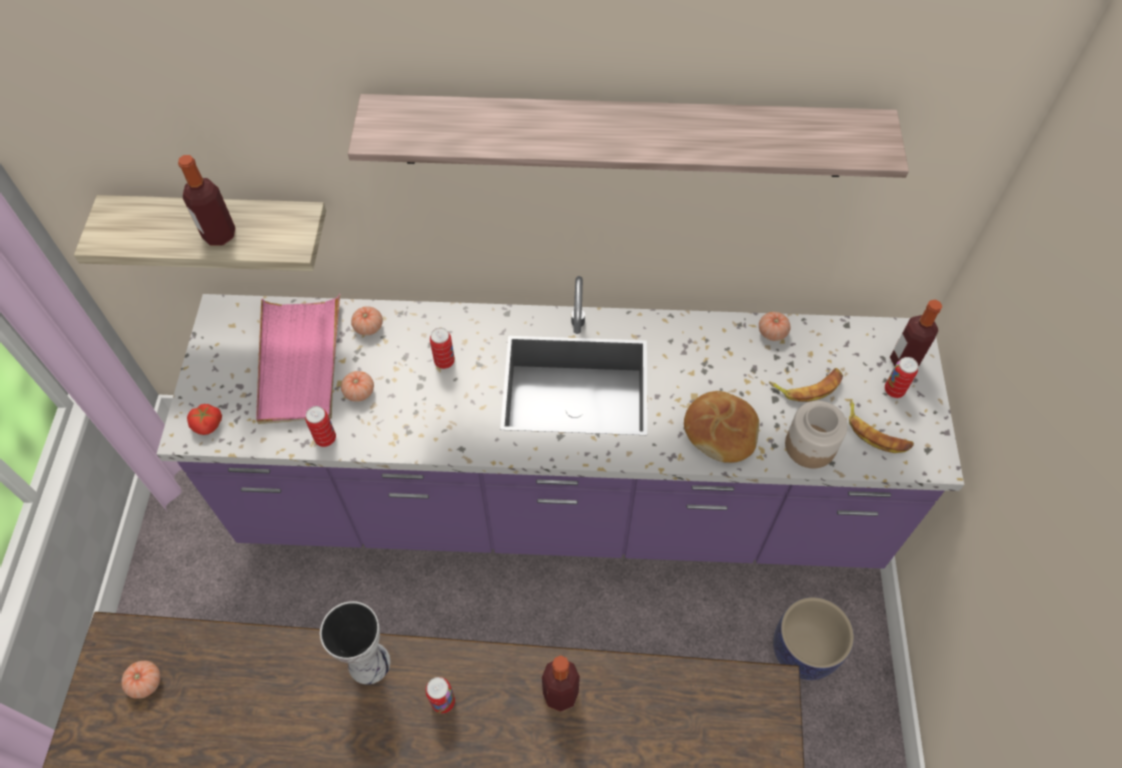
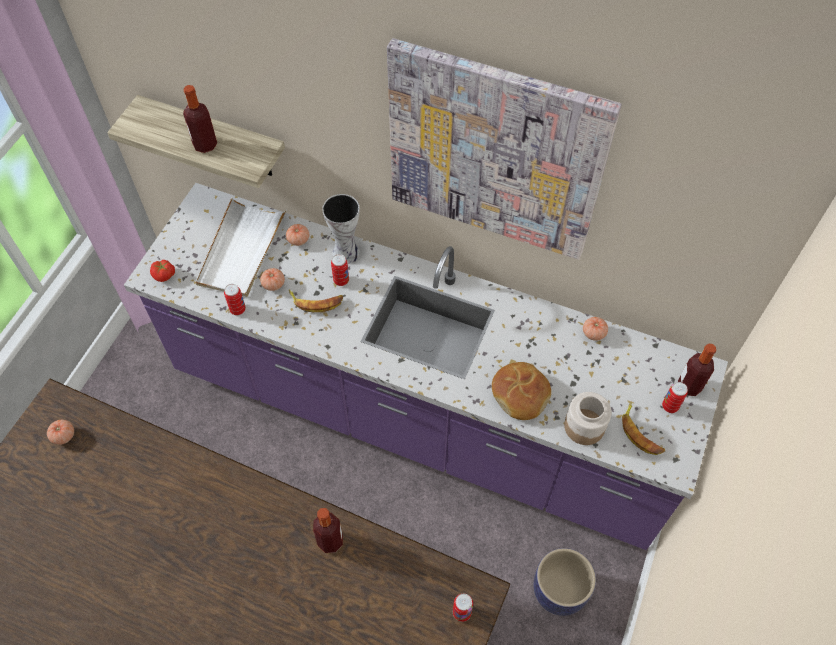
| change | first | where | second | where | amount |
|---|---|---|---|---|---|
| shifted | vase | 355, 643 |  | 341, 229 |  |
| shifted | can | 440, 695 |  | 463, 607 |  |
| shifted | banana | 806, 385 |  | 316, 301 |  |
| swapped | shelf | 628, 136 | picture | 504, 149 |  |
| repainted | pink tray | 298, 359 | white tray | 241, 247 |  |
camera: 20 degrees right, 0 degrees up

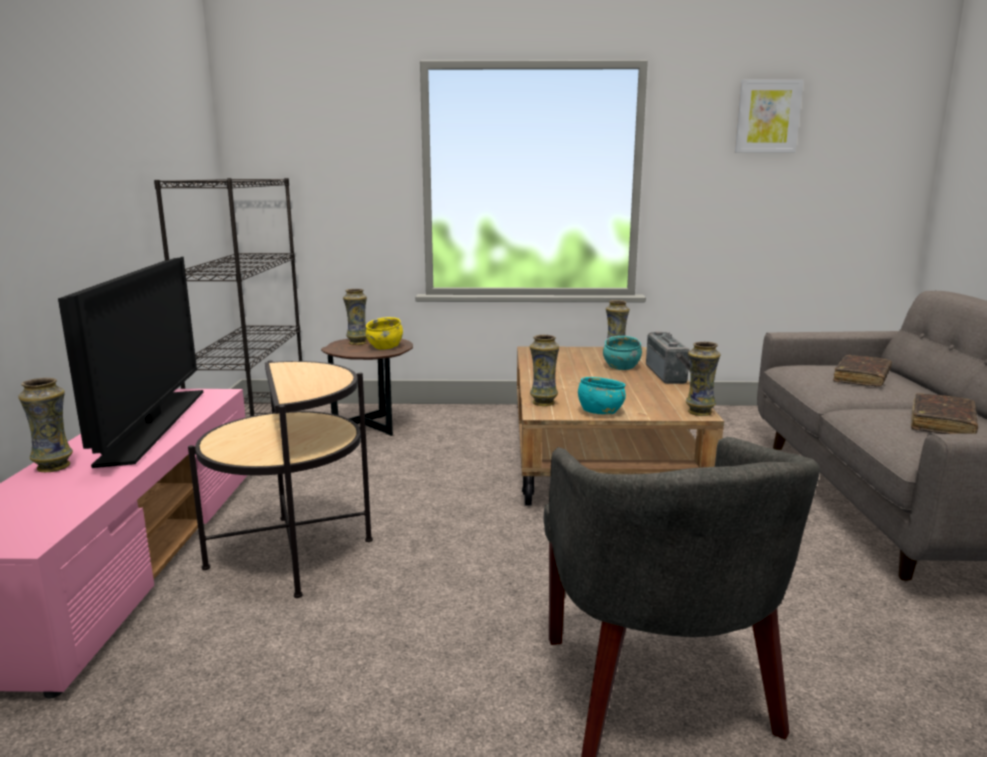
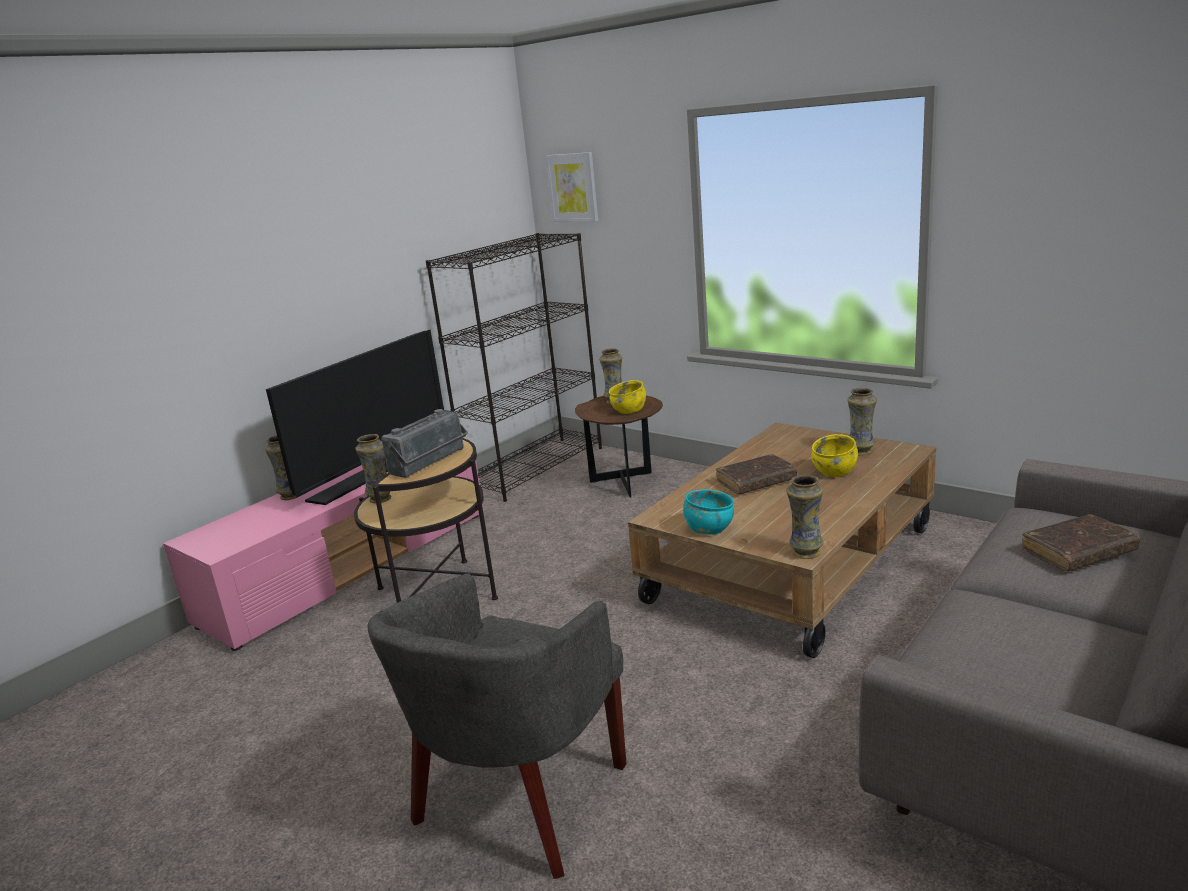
| change | first | where | second | where | amount |
|---|---|---|---|---|---|
| shifted | vase | 544, 370 |  | 373, 468 |  |
| shifted | radio | 668, 357 |  | 424, 443 |  |
| shifted | picture | 769, 116 |  | 571, 187 |  |
| shifted | brown book | 944, 413 |  | 756, 474 |  |
| repainted | turquoise bowl | 622, 353 | yellow bowl | 834, 455 |  |
camera: 40 degrees right, 5 degrees up

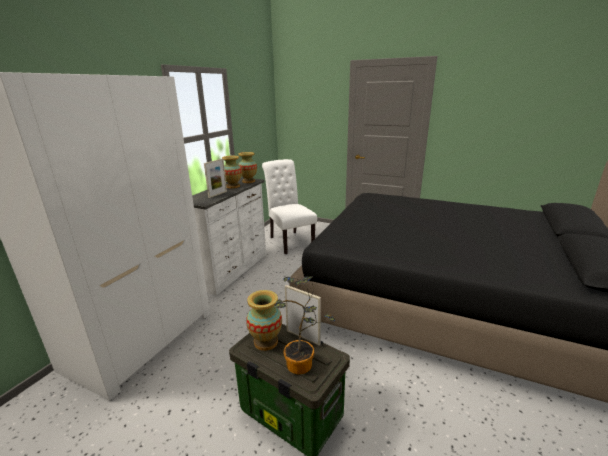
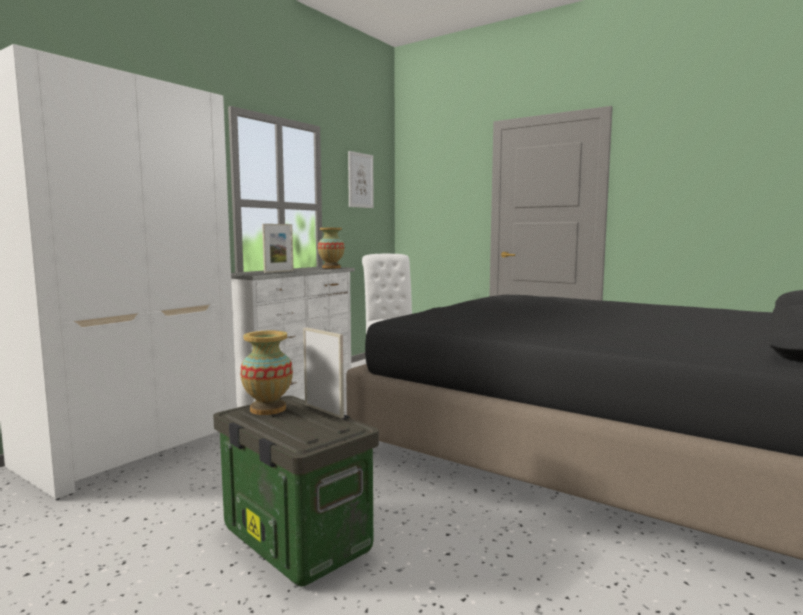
| change | first | where | second | where | amount |
|---|---|---|---|---|---|
| gone | vase | 232, 172 |  |  |  |
| gone | potted plant | 304, 325 |  |  |  |
| new |  |  | picture | 361, 179 |  |
camera: 10 degrees right, 15 degrees down

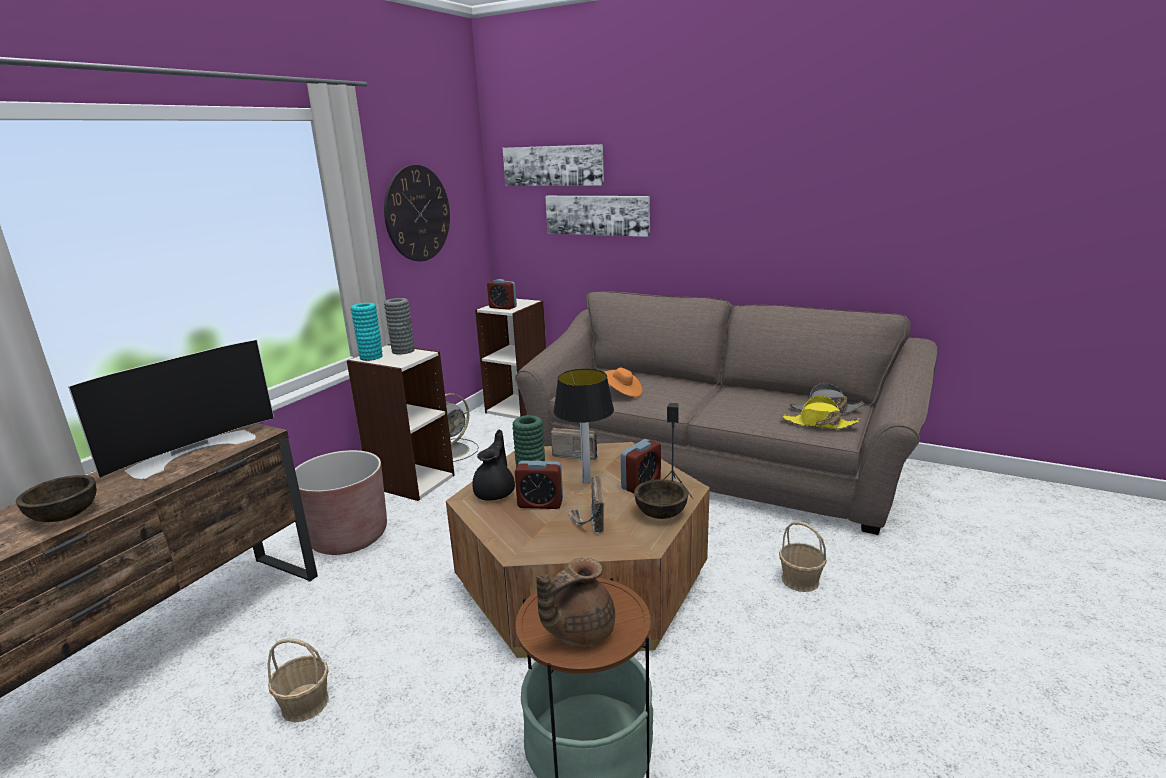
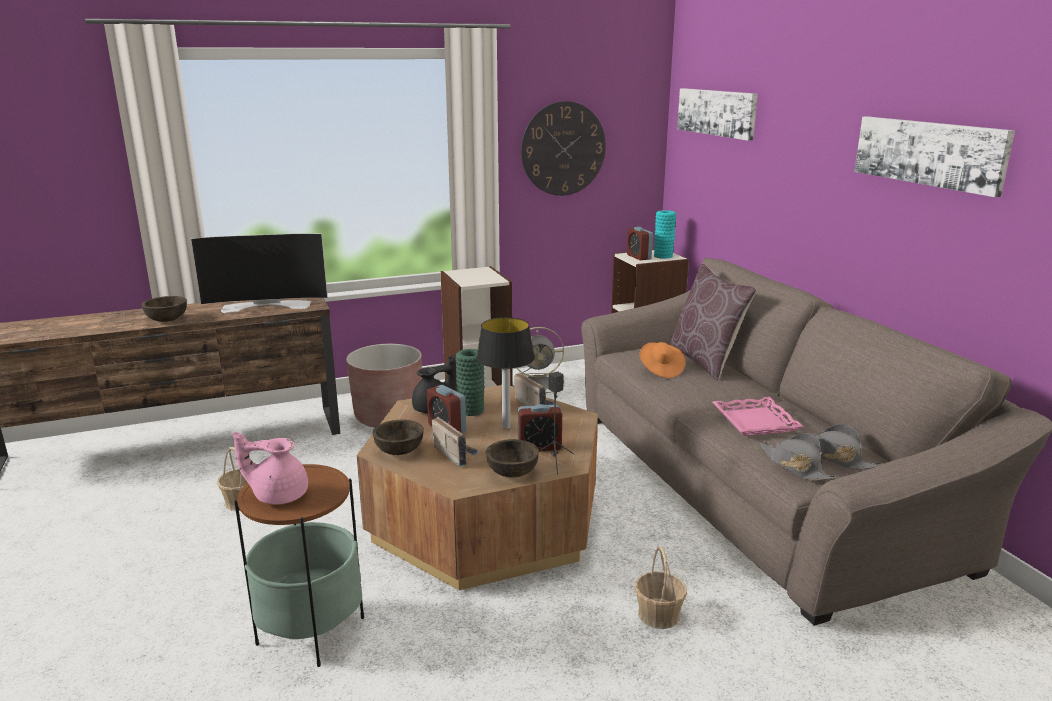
| change | first | where | second | where | amount |
|---|---|---|---|---|---|
| gone | grey vase | 399, 326 |  |  |  |
| new |  |  | brown bowl | 398, 437 |  |
| new |  |  | brown pillow | 712, 322 |  |
| new |  |  | pink tray | 758, 416 |  |
| shifted | turquoise vase | 367, 332 |  | 665, 234 |  |
| shifted | picture | 597, 216 |  | 934, 157 |  |
| repainted | brown teapot | 575, 602 | pink teapot | 270, 467 |  |
| repainted | yellow hat | 821, 412 | grey hat | 799, 456 |  |
| rotated | radio | 586, 505 |  | 456, 442 | 105 degrees clockwise |
camera: 40 degrees right, 0 degrees up

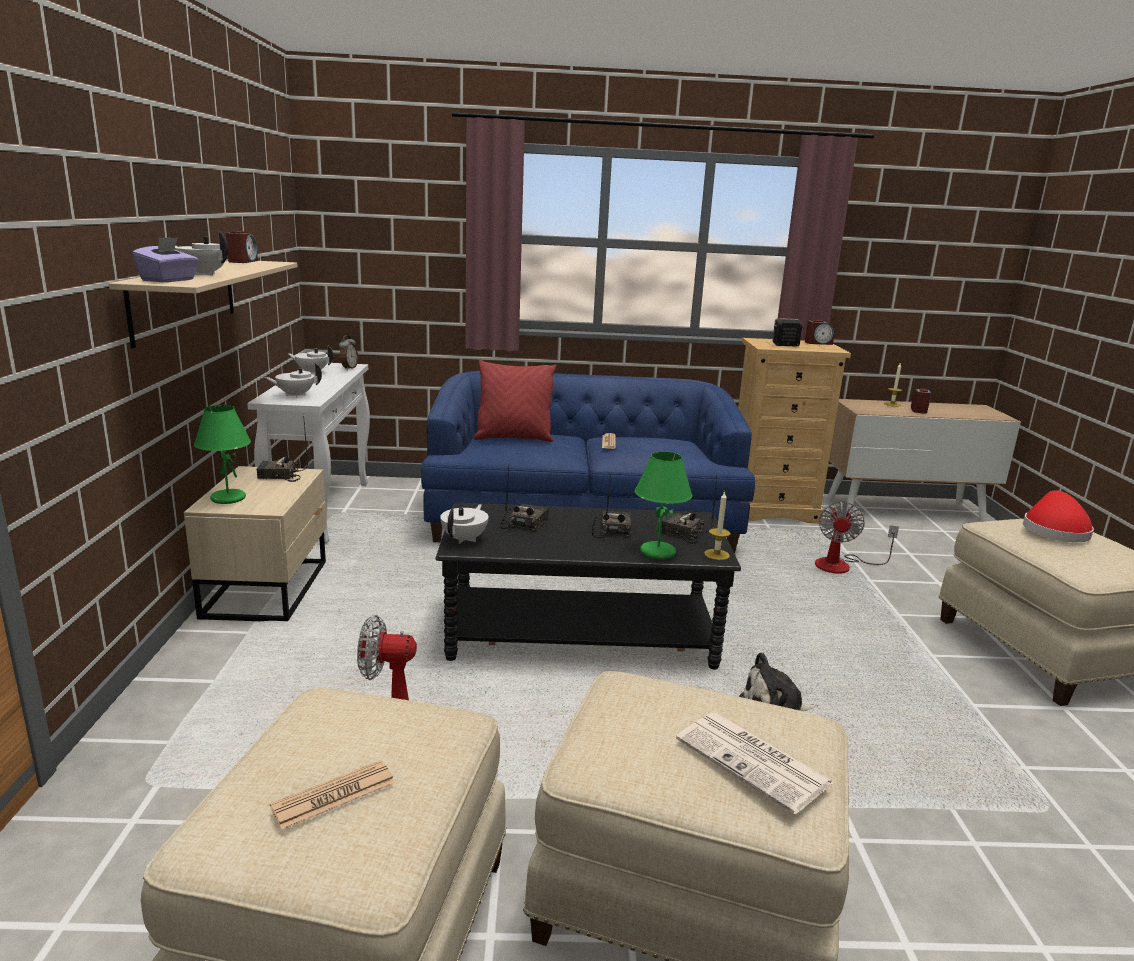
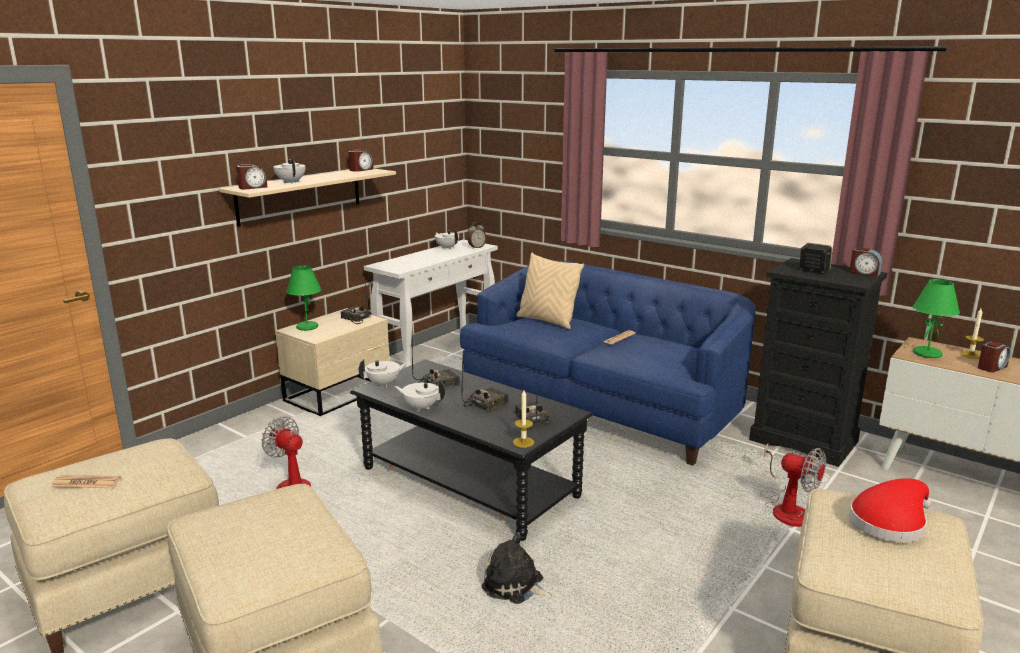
| change | first | where | second | where | amount |
|---|---|---|---|---|---|
| gone | newspaper | 755, 763 |  |  |  |
| shifted | white teapot | 293, 380 |  | 419, 395 |  |
| shifted | green table lamp | 663, 505 |  | 936, 318 |  |
| swapped | purple tissue box | 165, 260 | alarm clock | 251, 177 |  |
| repainted | red pillow | 514, 401 | beige pillow | 550, 291 |  |
| repainted | beige dresser | 794, 430 | black dresser | 818, 362 |  |
| rotated | fan | 857, 538 |  | 794, 485 | 105 degrees counterclockwise |
camera: 40 degrees right, 0 degrees up

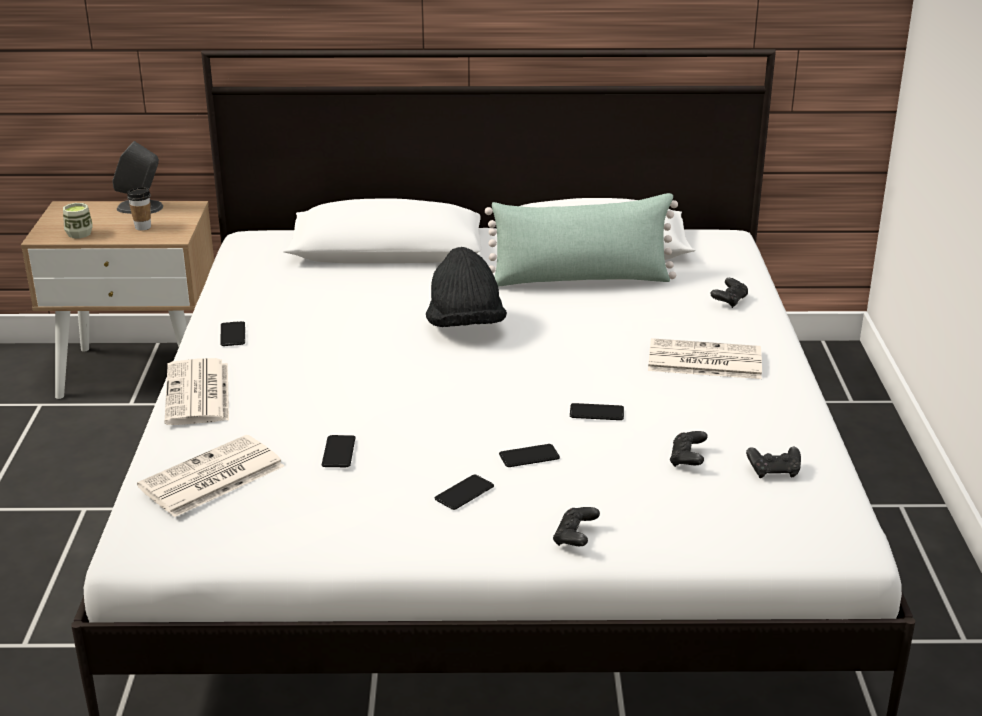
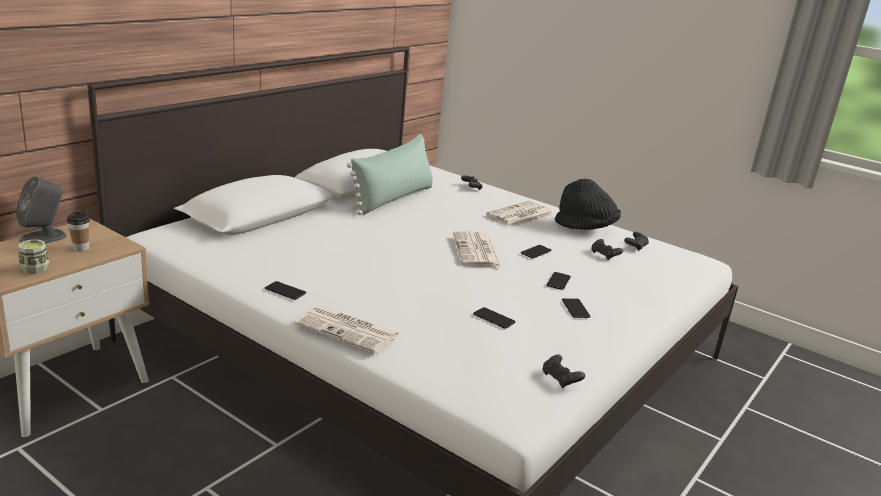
| change | first | where | second | where | amount |
|---|---|---|---|---|---|
| shifted | newspaper | 210, 476 |  | 477, 249 |  |
| shifted | black hat | 466, 287 |  | 588, 204 |  |
| shifted | black game controller | 576, 526 |  | 564, 371 |  |
camera: 55 degrees left, 5 degrees down

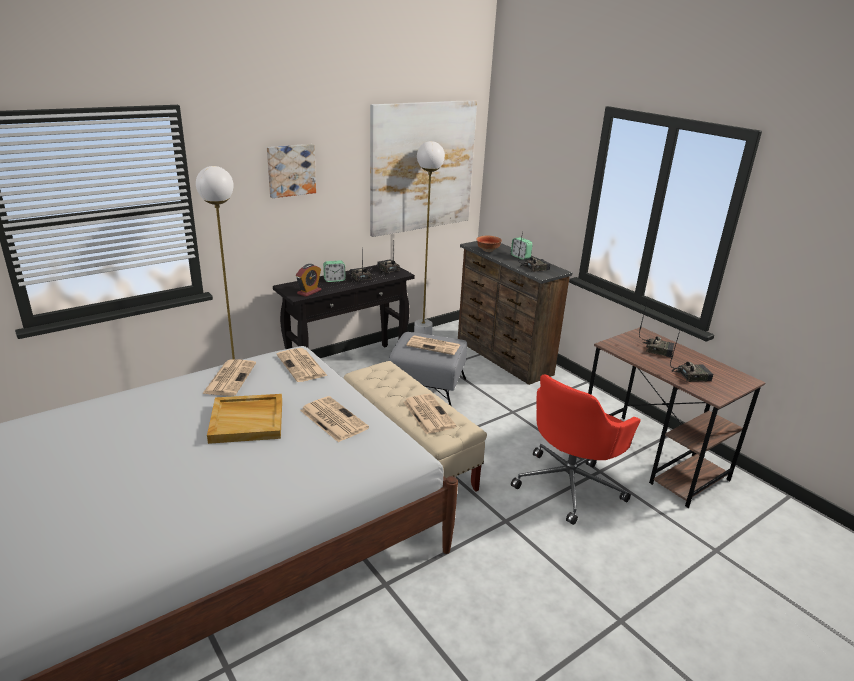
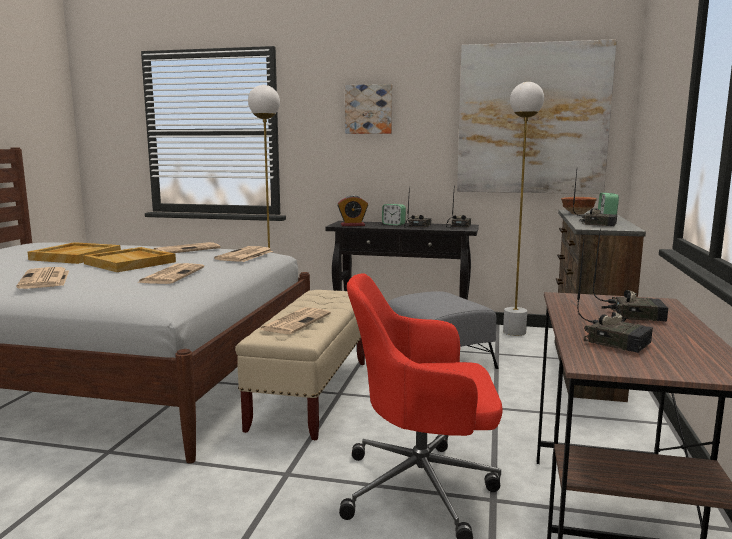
| change | first | where | second | where | amount |
|---|---|---|---|---|---|
| new |  |  | beige tray | 74, 253 |  |
| shifted | newspaper | 433, 345 |  | 43, 278 |  |
| rotated | radio | 656, 330 |  | 630, 275 | 60 degrees counterclockwise |
camera: 50 degrees right, 15 degrees down

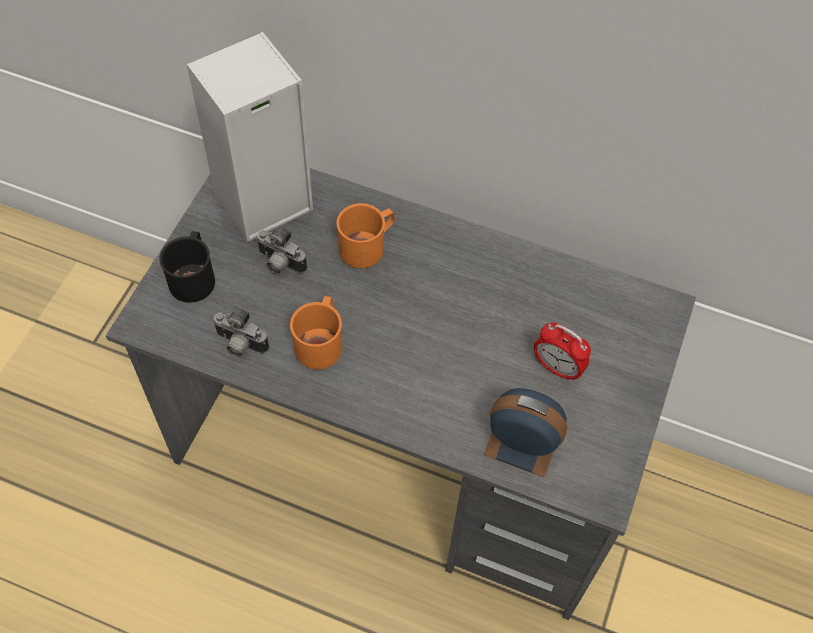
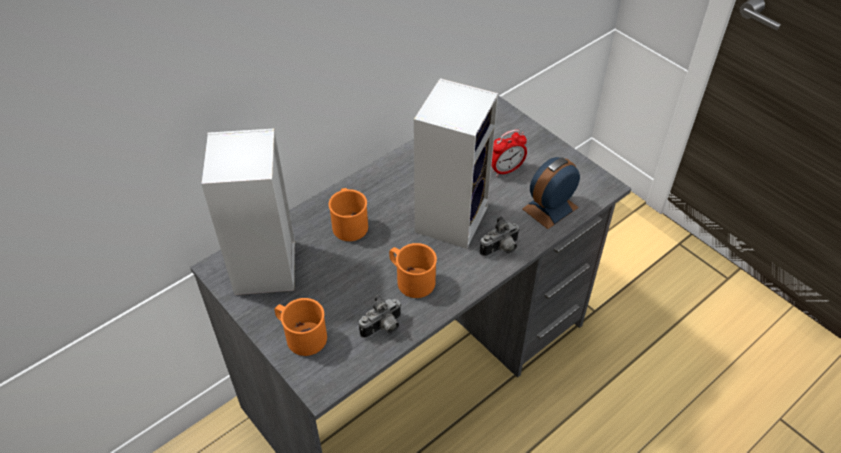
| change | first | where | second | where | amount |
|---|---|---|---|---|---|
| new |  |  | speaker | 456, 163 |  |
| shifted | photo camera | 281, 251 |  | 500, 236 |  |
| repainted | black mug | 187, 267 | orange mug | 300, 327 |  |
camera: 60 degrees left, 10 degrees down

